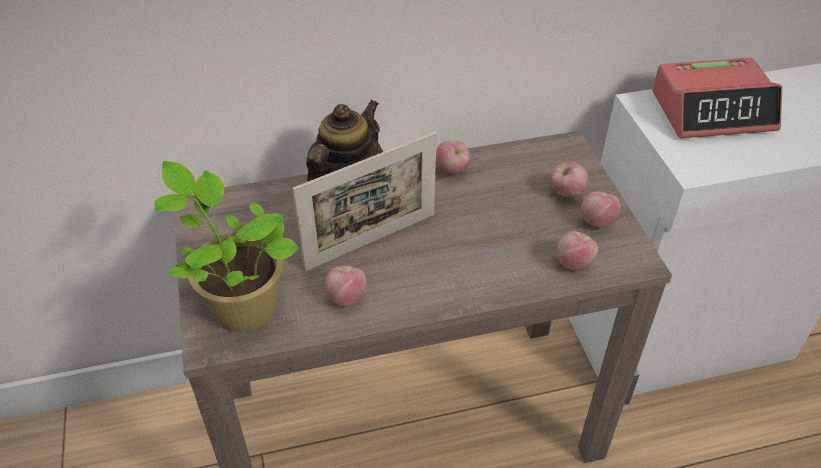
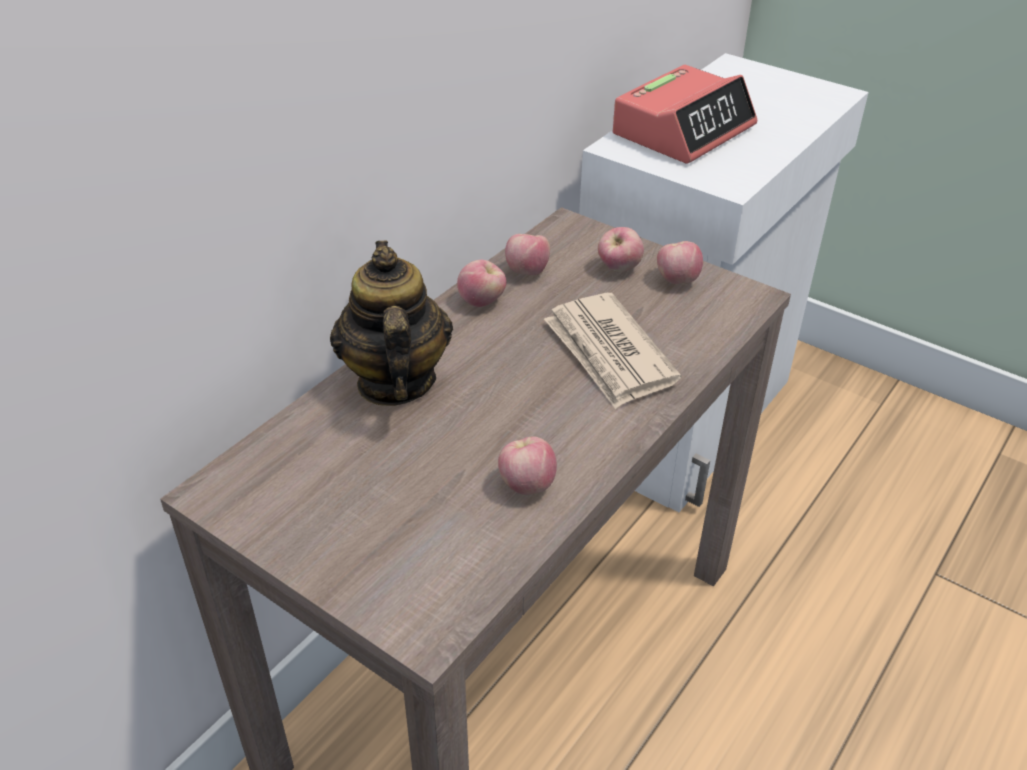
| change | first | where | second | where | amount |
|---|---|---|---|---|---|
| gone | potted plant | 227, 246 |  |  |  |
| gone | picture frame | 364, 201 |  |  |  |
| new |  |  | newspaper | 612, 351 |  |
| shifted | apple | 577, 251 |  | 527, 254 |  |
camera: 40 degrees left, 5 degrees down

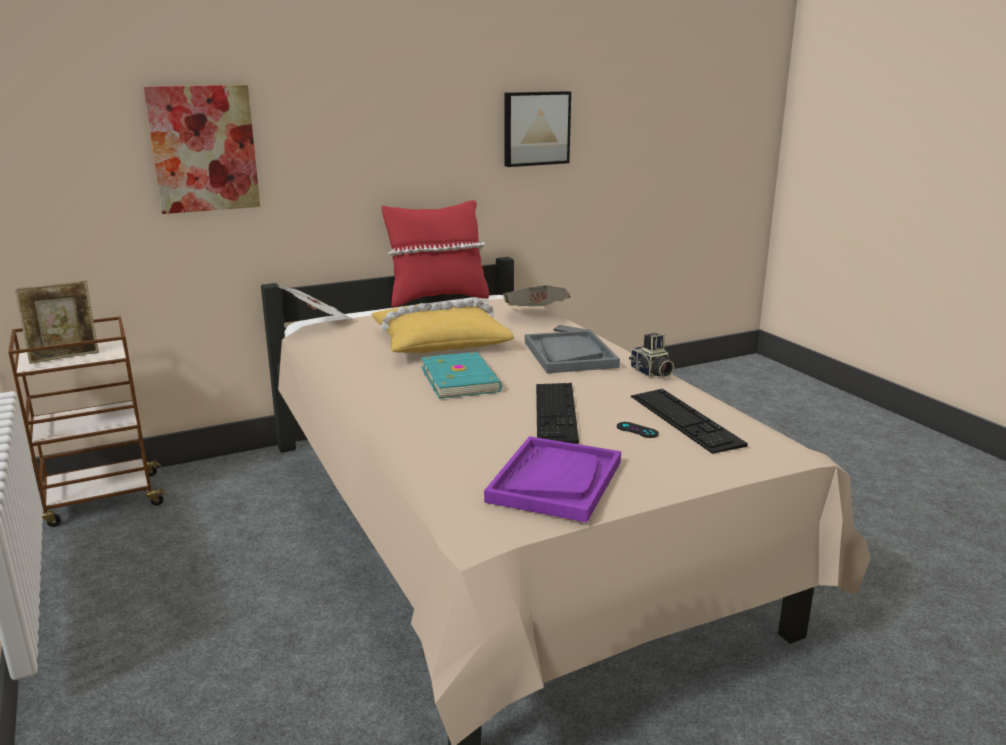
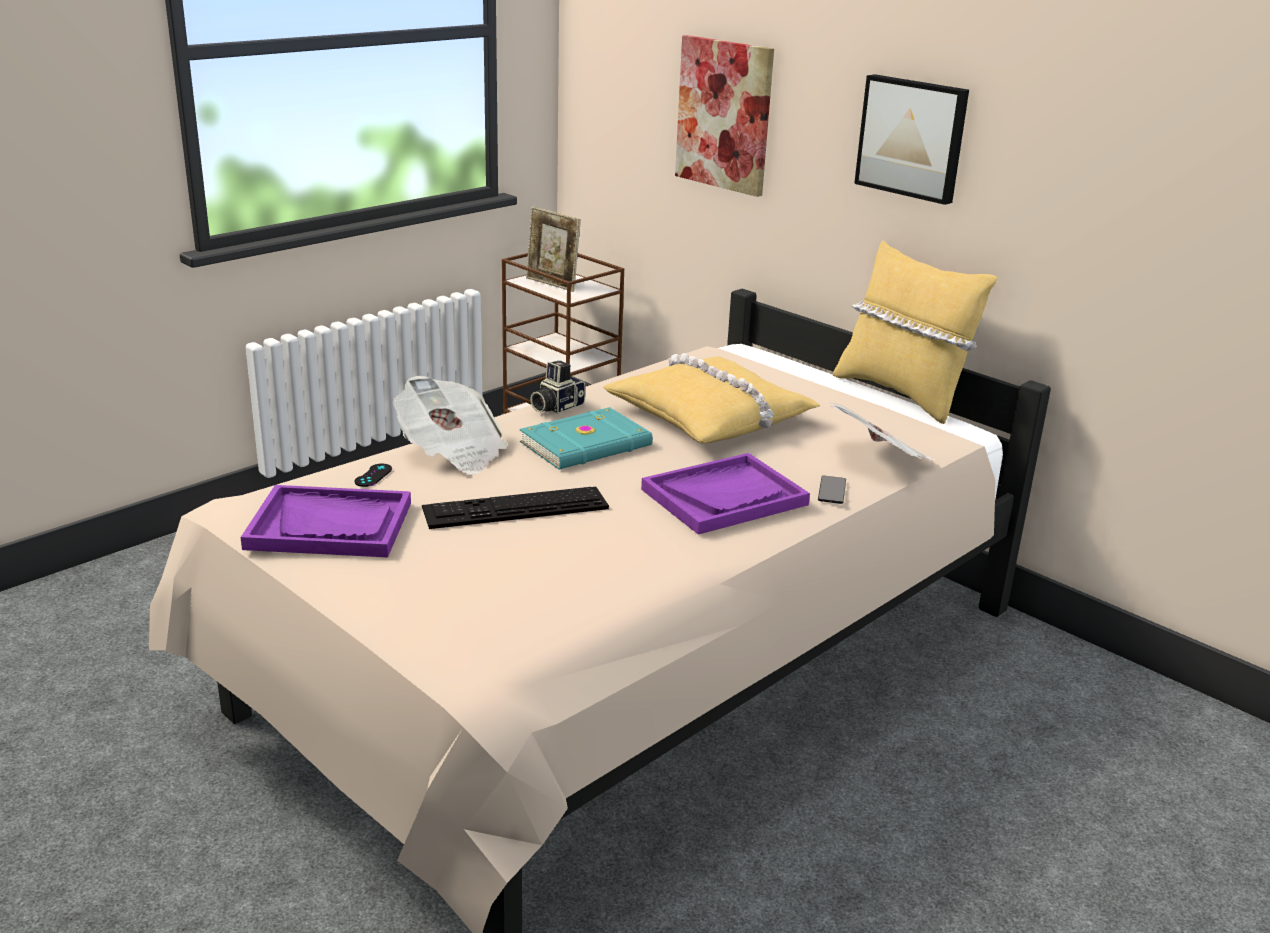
| change | first | where | second | where | amount |
|---|---|---|---|---|---|
| gone | keyboard | 689, 421 |  |  |  |
| shifted | newspaper | 316, 303 |  | 450, 425 |  |
| shifted | picture | 538, 129 |  | 911, 139 |  |
| shifted | black game controller | 638, 430 |  | 373, 475 |  |
| shifted | photo camera | 651, 355 |  | 557, 387 |  |
| repainted | red pillow | 435, 253 | yellow pillow | 915, 332 |  |
| repainted | grey tray | 572, 351 | purple tray | 725, 494 |  |
camera: 70 degrees right, 5 degrees up

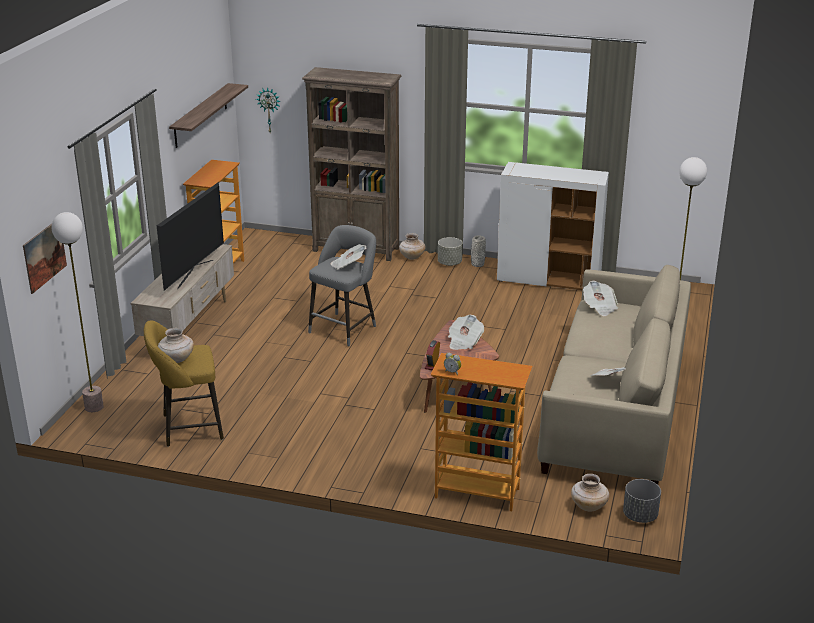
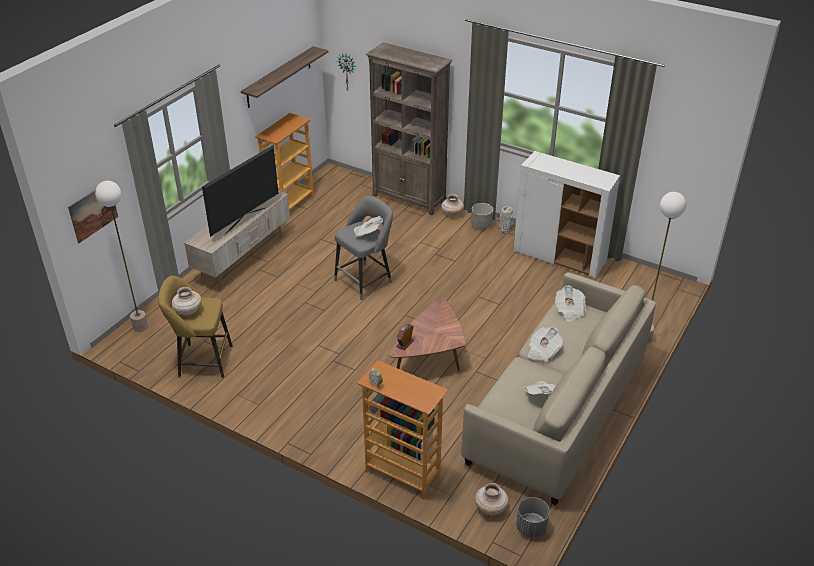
| change | first | where | second | where | amount |
|---|---|---|---|---|---|
| shifted | newspaper | 466, 332 |  | 545, 344 |  |
camera: 15 degrees right, 10 degrees up

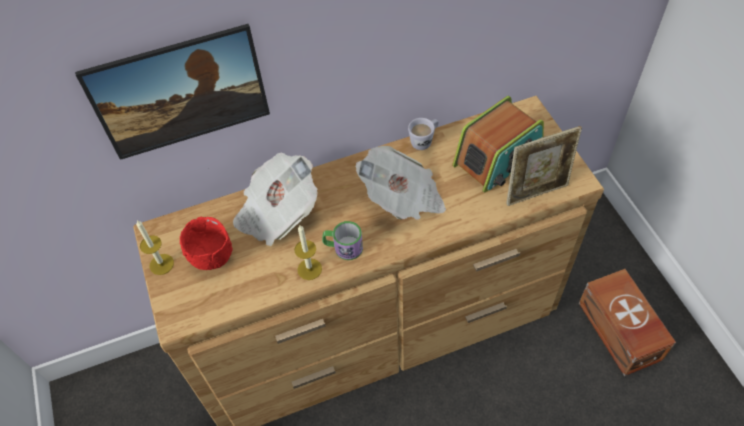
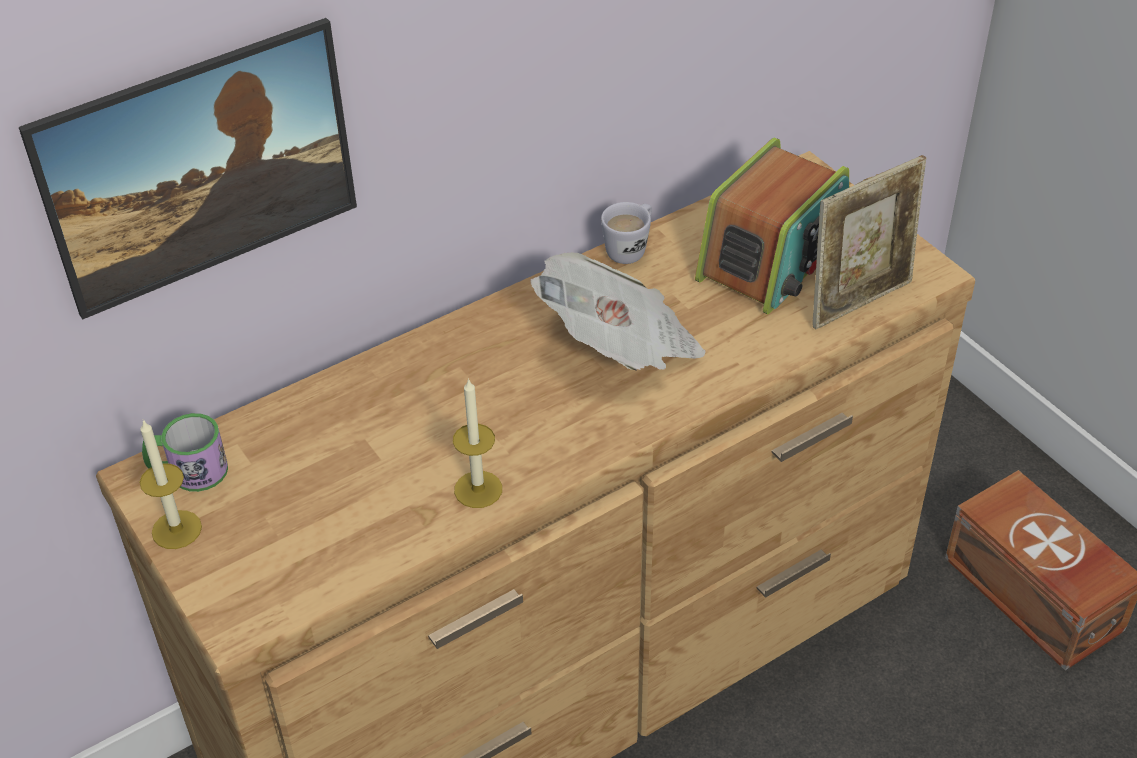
| change | first | where | second | where | amount |
|---|---|---|---|---|---|
| gone | red bowl | 206, 243 |  |  |  |
| gone | newspaper | 275, 199 |  |  |  |
| shifted | mug | 342, 240 |  | 185, 452 |  |
camera: 15 degrees left, 10 degrees down

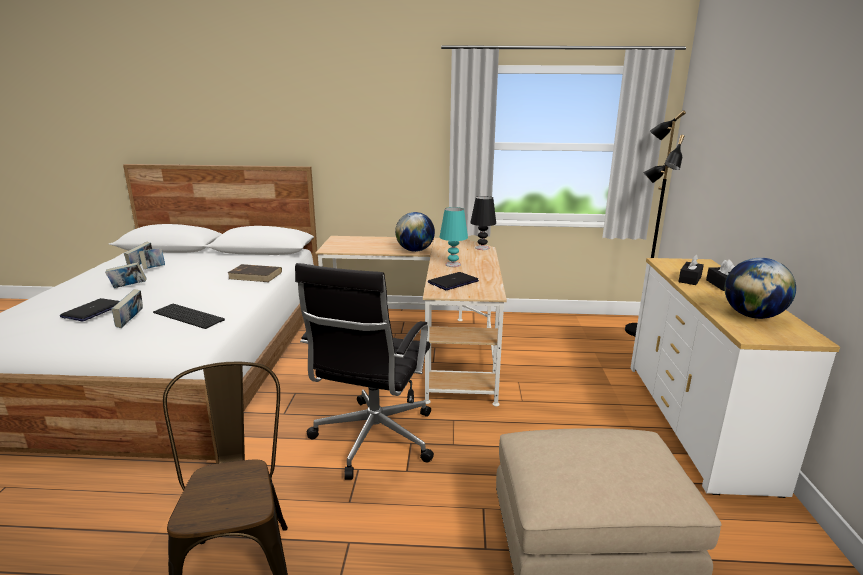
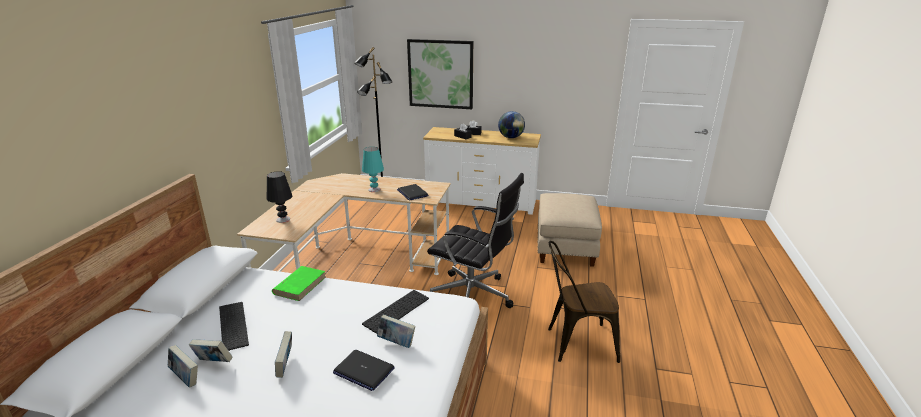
| change | first | where | second | where | amount |
|---|---|---|---|---|---|
| gone | globe | 415, 232 |  |  |  |
| new |  |  | keyboard | 234, 326 |  |
| new |  |  | picture | 440, 74 |  |
| shifted | black table lamp | 483, 223 |  | 279, 197 |  |
| repainted | brown book | 254, 273 | green book | 299, 283 |  |
camera: 80 degrees left, 5 degrees up

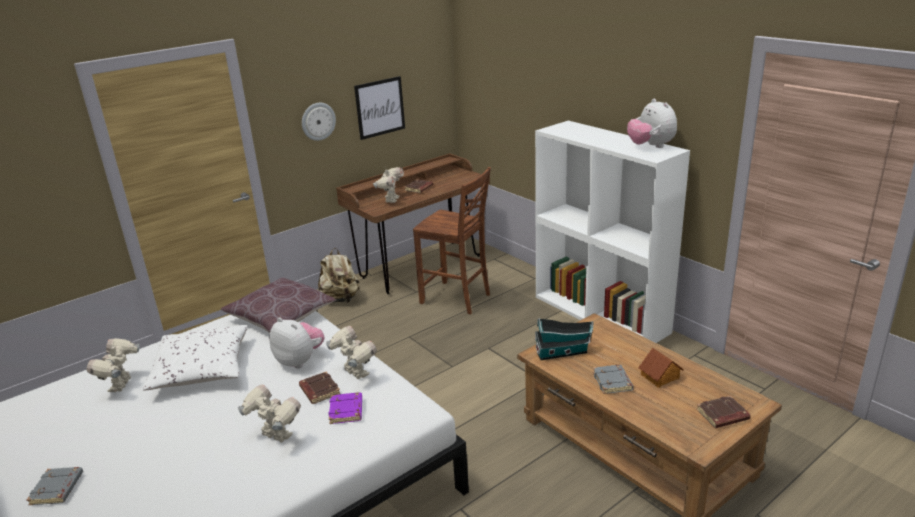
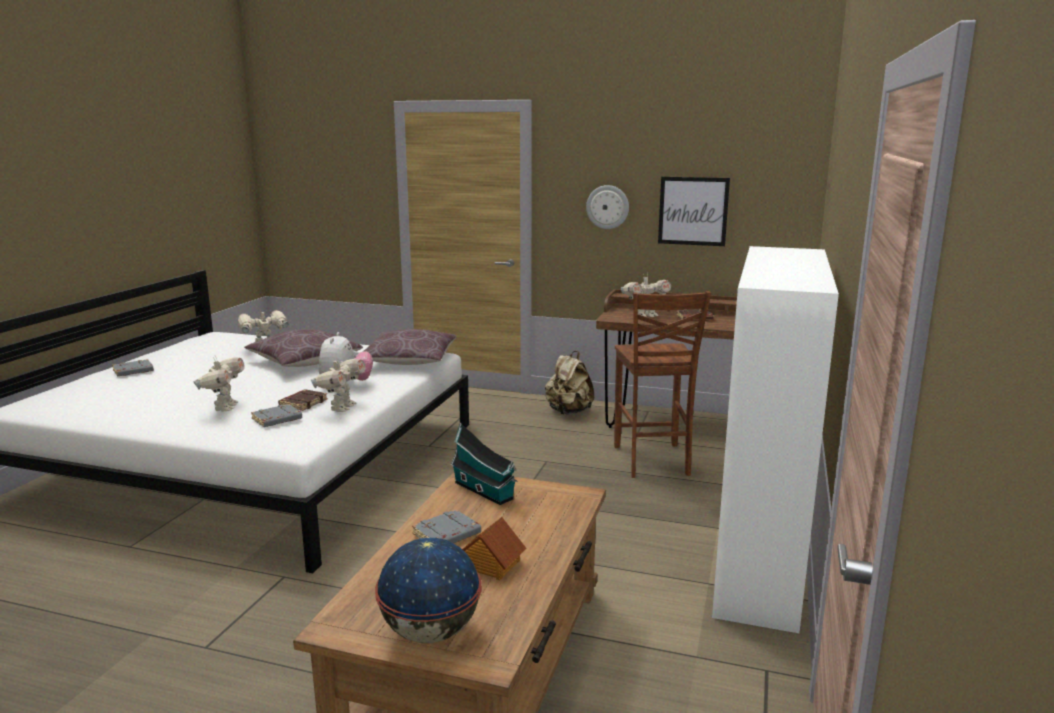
| change | first | where | second | where | amount |
|---|---|---|---|---|---|
| gone | plush toy | 652, 123 |  |  |  |
| swapped | brown book | 723, 412 | globe | 428, 590 |  |
| repainted | white pillow | 194, 357 | brown pillow | 303, 348 |  |
| repainted | purple book | 345, 408 | grey book | 276, 415 |  |
camera: 55 degrees right, 10 degrees down

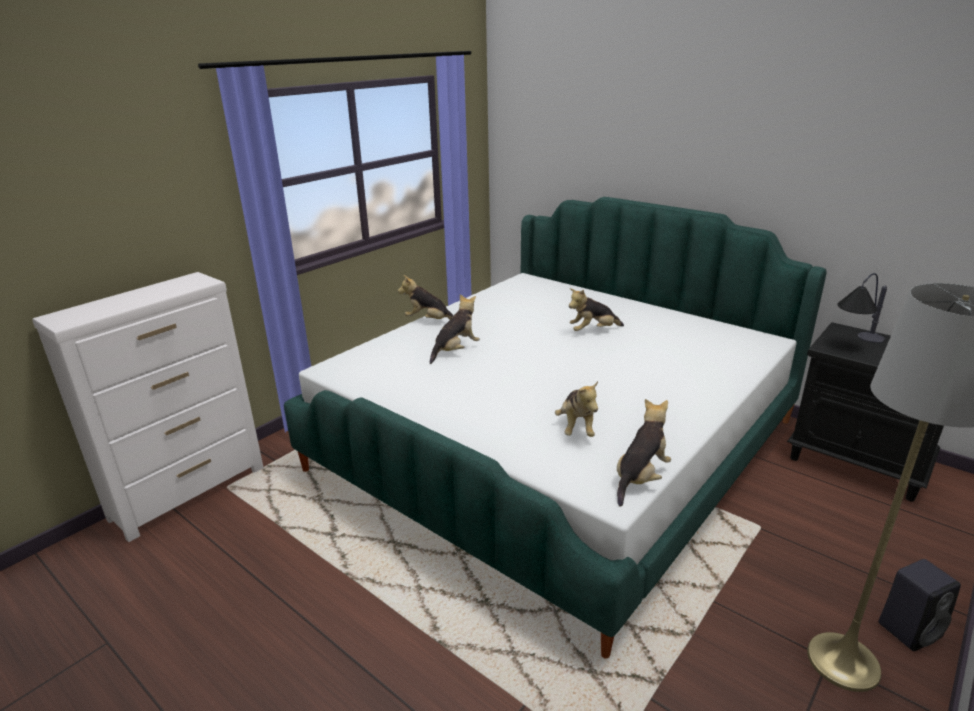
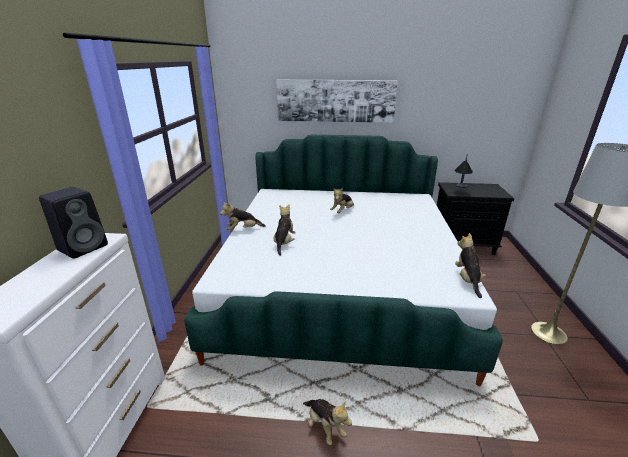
| change | first | where | second | where | amount |
|---|---|---|---|---|---|
| new |  |  | picture | 337, 101 |  |
| shifted | plush toy | 576, 409 |  | 327, 422 |  |
| shifted | black speaker | 920, 605 |  | 73, 223 |  |
camera: 35 degrees left, 0 degrees up

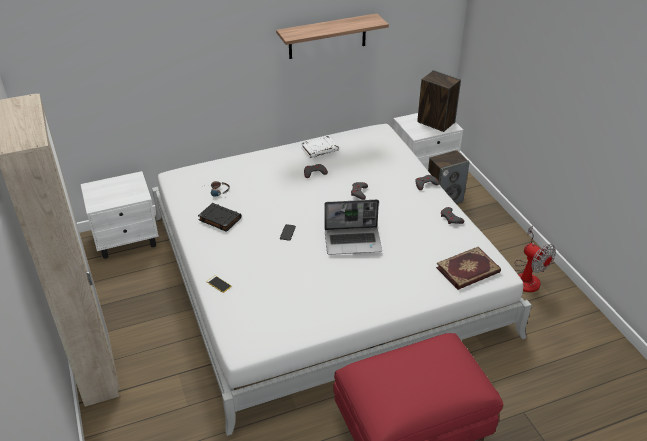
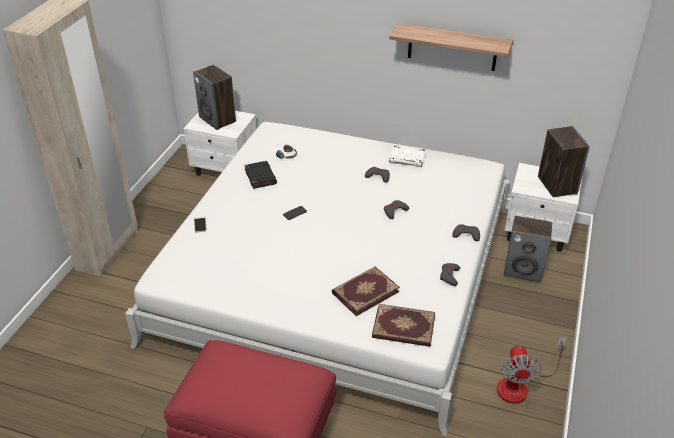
| change | first | where | second | where | amount |
|---|---|---|---|---|---|
| gone | laptop | 353, 227 |  |  |  |
| new |  |  | speaker | 214, 97 |  |
| new |  |  | book | 366, 291 |  |
camera: 40 degrees right, 0 degrees up

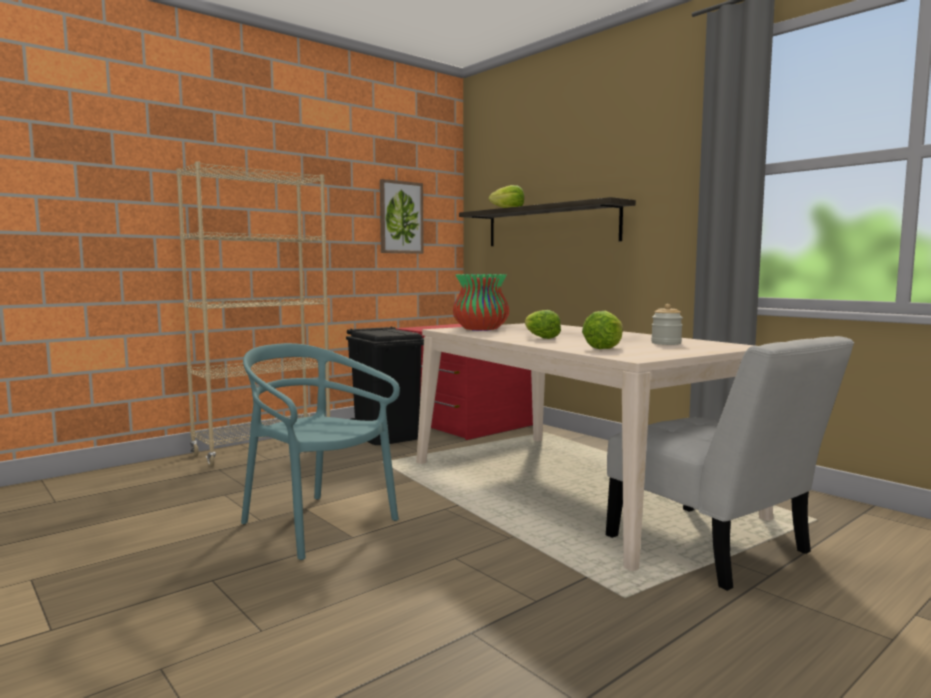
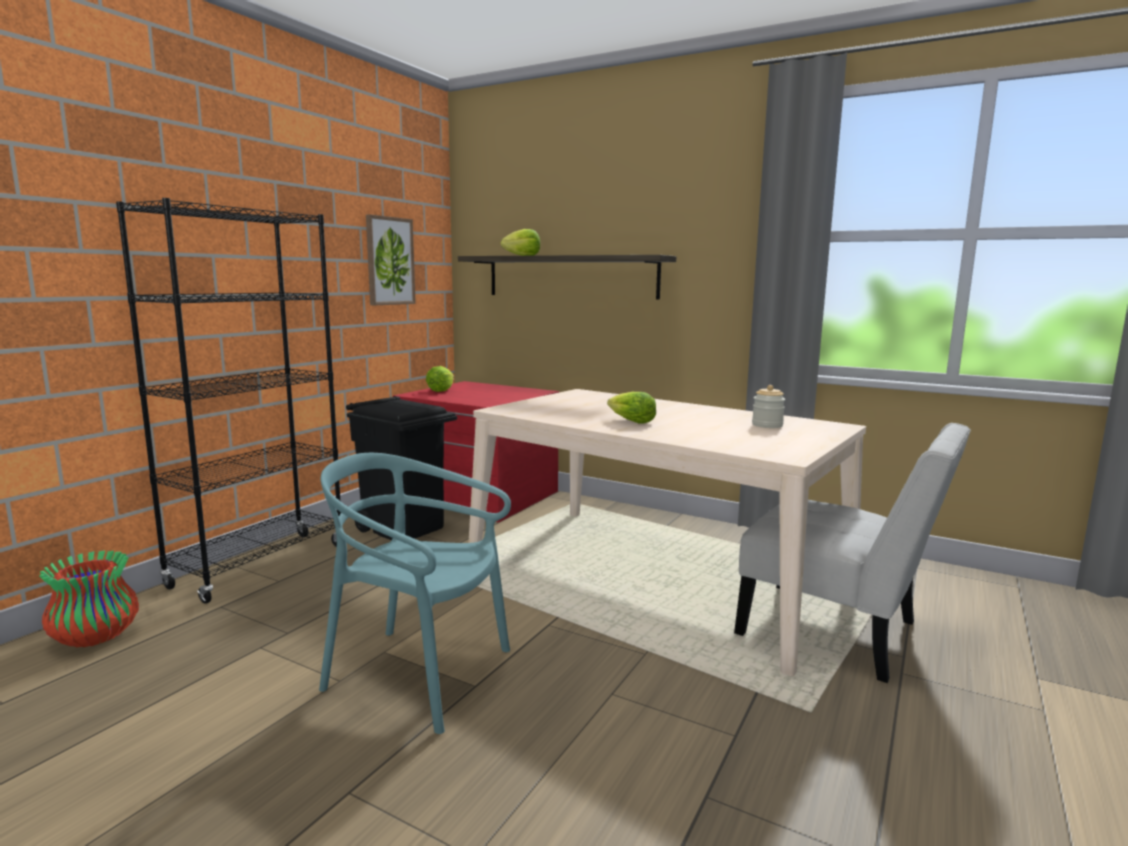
| change | first | where | second | where | amount |
|---|---|---|---|---|---|
| shifted | vase | 481, 302 |  | 89, 598 |  |
| shifted | lettuce | 602, 330 |  | 440, 379 |  |
| repainted | beige bookcase | 253, 314 | black bookcase | 228, 401 |  |
camera: 20 degrees left, 5 degrees up

